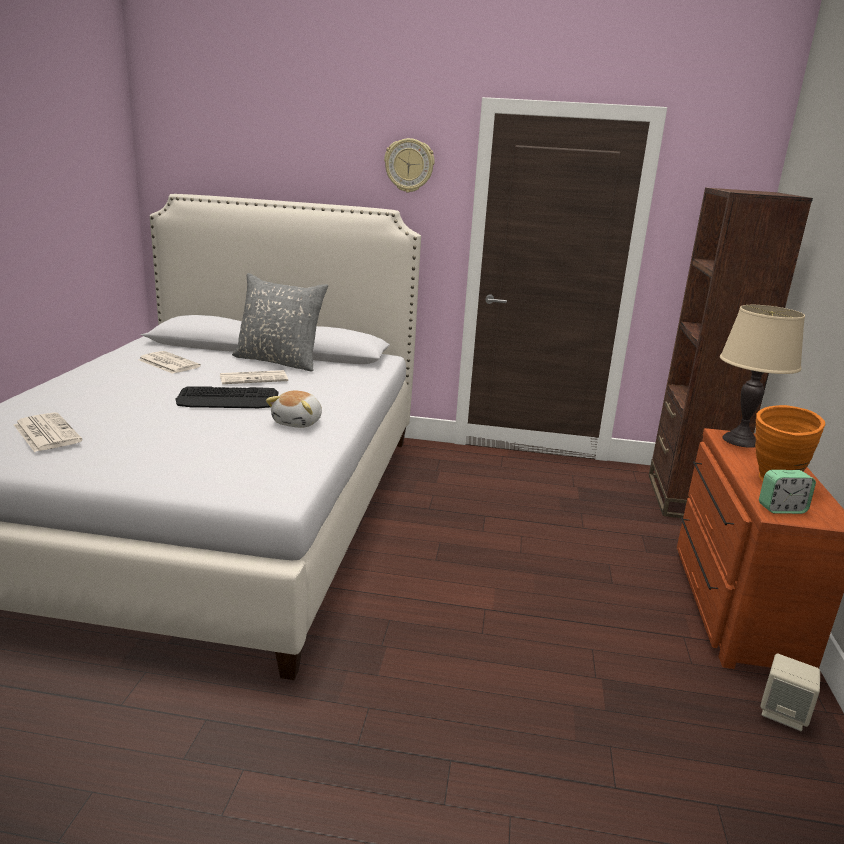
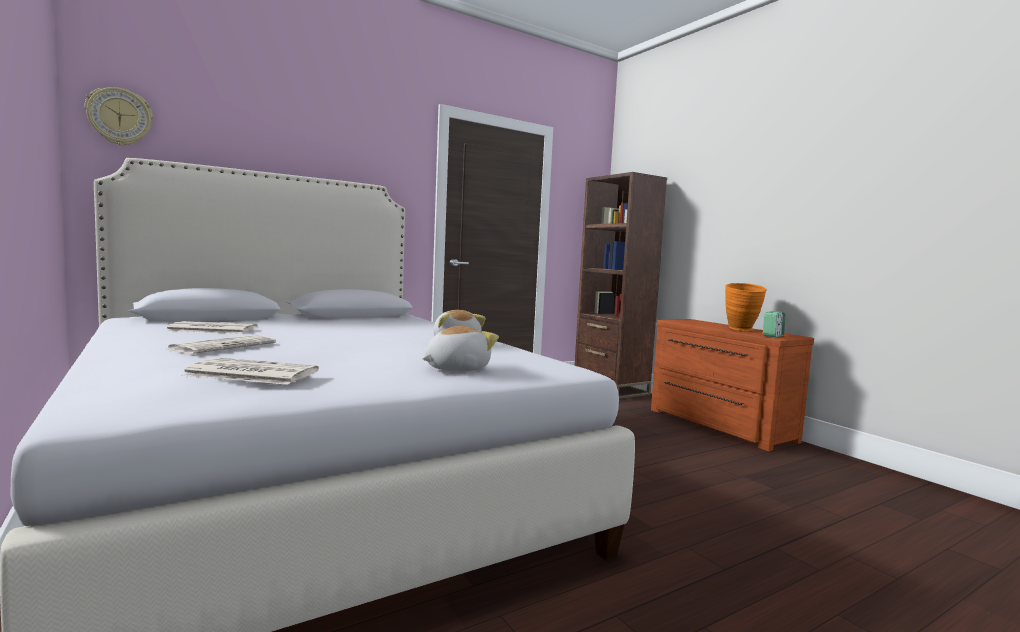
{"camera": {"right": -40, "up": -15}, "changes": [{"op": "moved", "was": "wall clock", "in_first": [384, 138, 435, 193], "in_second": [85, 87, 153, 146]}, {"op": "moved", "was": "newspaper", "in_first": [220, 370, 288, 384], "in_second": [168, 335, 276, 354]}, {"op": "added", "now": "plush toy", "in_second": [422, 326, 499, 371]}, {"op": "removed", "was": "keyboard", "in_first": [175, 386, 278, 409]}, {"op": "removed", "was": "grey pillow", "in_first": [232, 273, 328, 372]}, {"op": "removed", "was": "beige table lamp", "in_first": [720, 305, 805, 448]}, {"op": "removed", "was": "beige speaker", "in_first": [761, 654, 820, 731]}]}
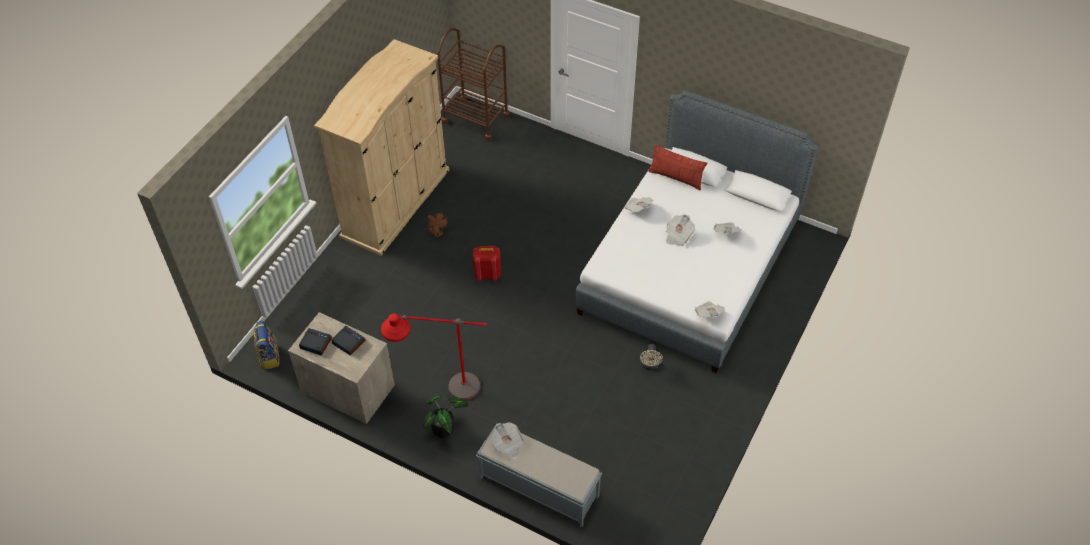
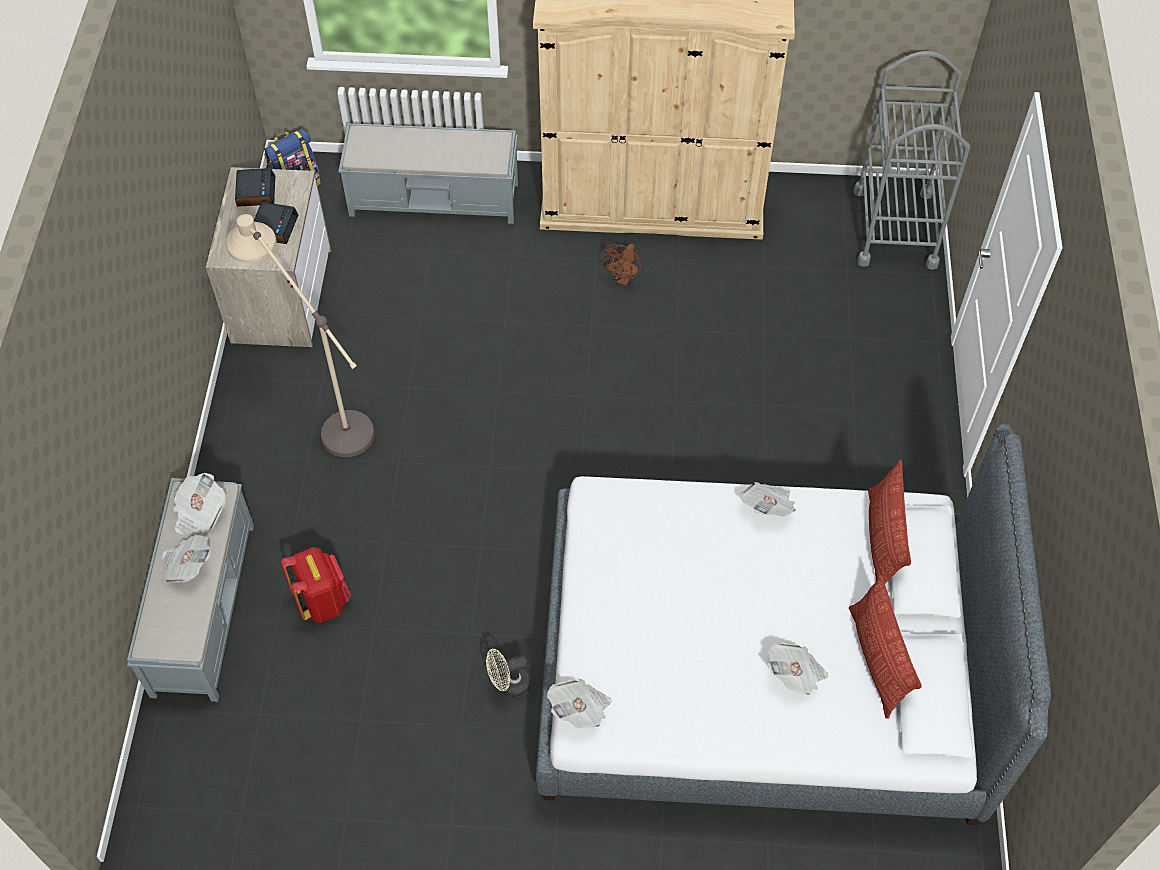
{"camera": {"right": 65, "up": 5}, "changes": [{"op": "moved", "was": "newspaper", "in_first": [666, 215, 695, 246], "in_second": [161, 535, 210, 583]}, {"op": "recoloured", "was": "red floor lamp", "now": "beige floor lamp", "in_first": [381, 313, 487, 400], "in_second": [226, 214, 375, 457]}, {"op": "moved", "was": "red backpack", "in_first": [473, 246, 501, 281], "in_second": [281, 547, 351, 623]}, {"op": "added", "now": "grey bench", "in_second": [338, 123, 518, 224]}, {"op": "added", "now": "pillow", "in_second": [849, 575, 922, 719]}, {"op": "recoloured", "was": "brown cart", "now": "grey cart", "in_first": [437, 28, 510, 141], "in_second": [853, 51, 970, 270]}, {"op": "removed", "was": "potted plant", "in_first": [424, 395, 468, 438]}]}
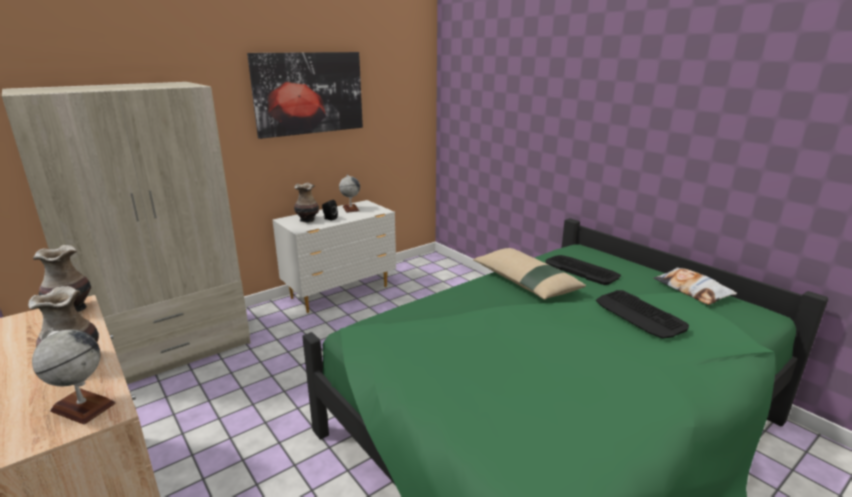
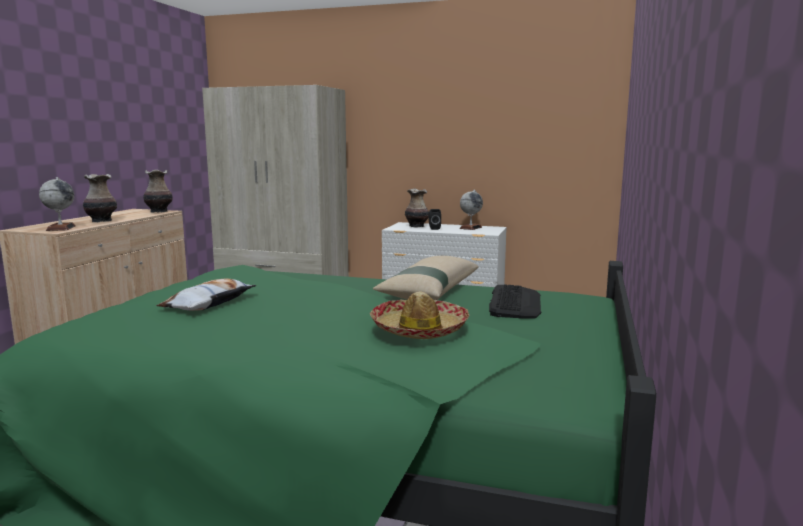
{"camera": {"right": 55, "up": -10}, "changes": [{"op": "moved", "was": "pillow", "in_first": [653, 267, 737, 305], "in_second": [156, 278, 256, 311]}, {"op": "replaced", "was": "keyboard", "now": "hat", "in_first": [596, 290, 689, 339], "in_second": [370, 291, 470, 339]}, {"op": "removed", "was": "picture", "in_first": [247, 52, 363, 139]}]}
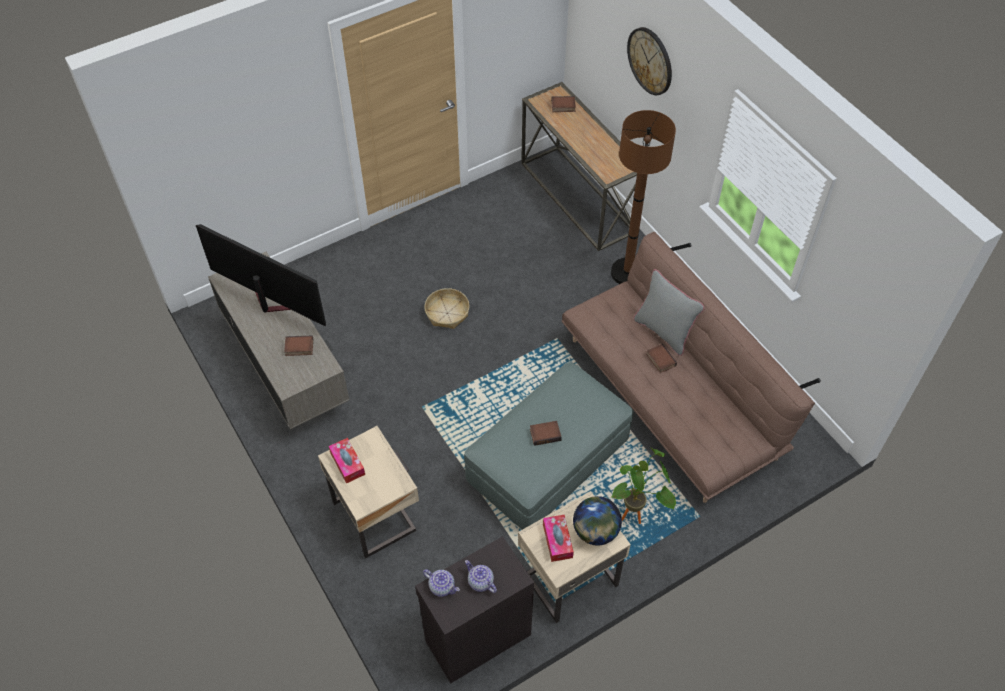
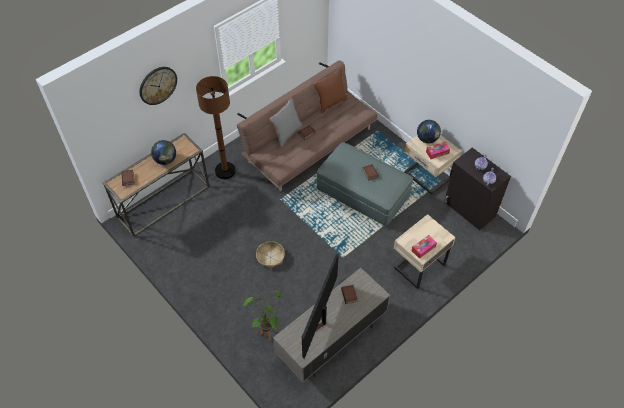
{"camera": {"right": -100, "up": 0}, "changes": [{"op": "added", "now": "globe", "in_second": [151, 140, 176, 165]}, {"op": "moved", "was": "potted plant", "in_first": [612, 448, 676, 524], "in_second": [243, 291, 282, 340]}, {"op": "added", "now": "brown pillow", "in_second": [314, 69, 348, 114]}]}
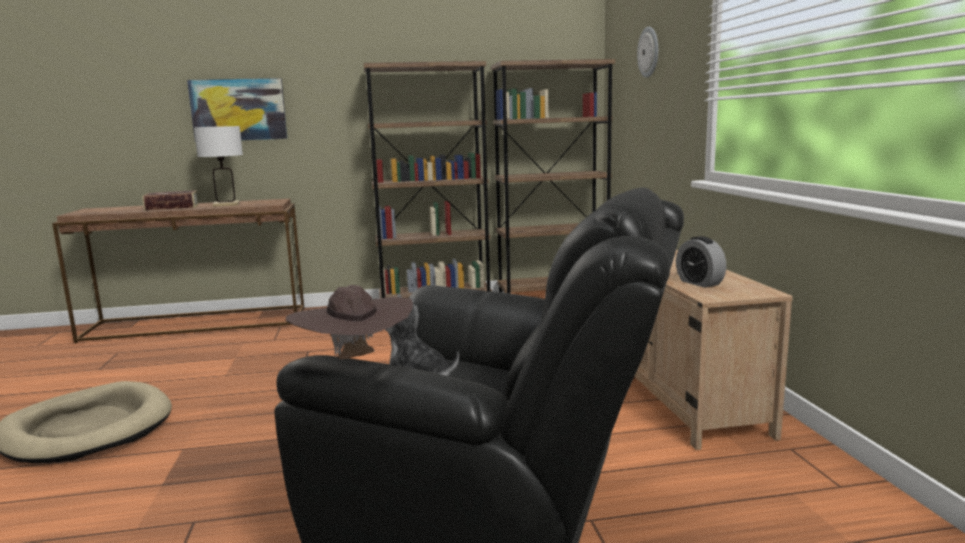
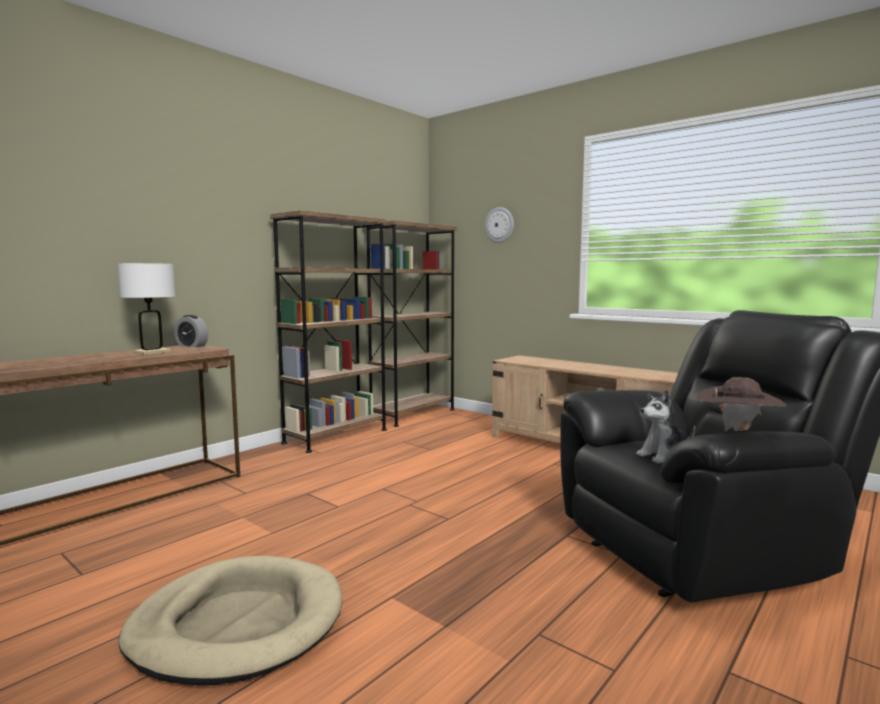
{"camera": {"right": -40, "up": -5}, "changes": [{"op": "moved", "was": "alarm clock", "in_first": [676, 236, 726, 288], "in_second": [174, 315, 208, 347]}, {"op": "removed", "was": "book", "in_first": [142, 190, 199, 211]}, {"op": "removed", "was": "picture", "in_first": [187, 78, 287, 142]}]}
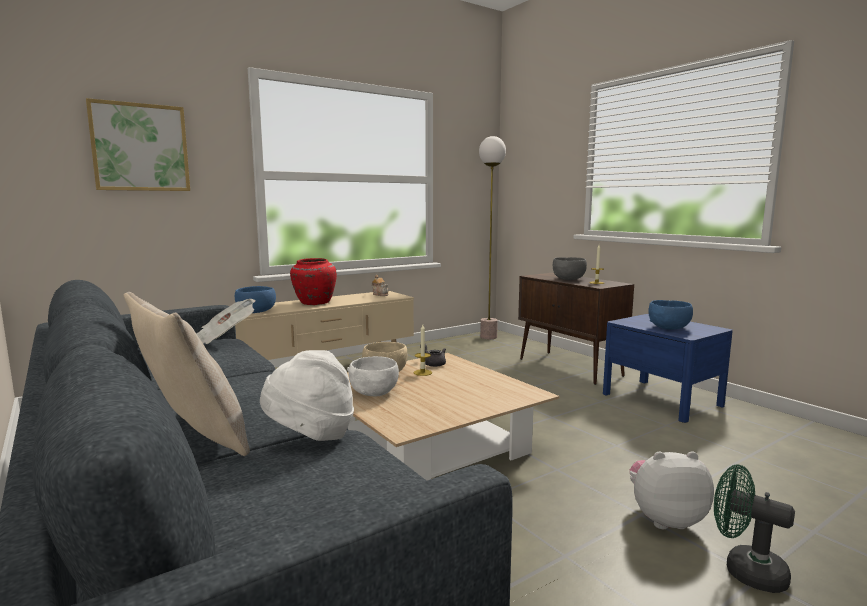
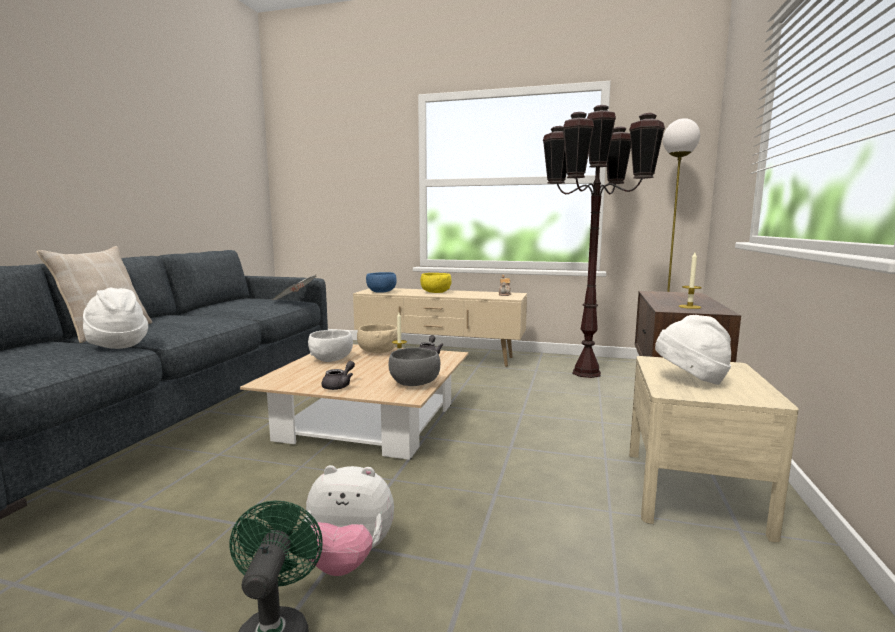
{"camera": {"right": 50, "up": 0}, "changes": [{"op": "turned", "was": "plush toy", "in_first": [630, 451, 714, 529], "in_second": [304, 465, 394, 576], "clockwise": 135}, {"op": "added", "now": "grey teapot", "in_second": [322, 361, 355, 390]}, {"op": "moved", "was": "grey bowl", "in_first": [553, 257, 587, 280], "in_second": [389, 347, 440, 386]}, {"op": "replaced", "was": "red vase", "now": "yellow bowl", "in_first": [290, 258, 337, 305], "in_second": [420, 273, 452, 293]}, {"op": "added", "now": "brown floor lamp", "in_second": [543, 105, 665, 378]}, {"op": "recoloured", "was": "blue nightstand", "now": "beige nightstand", "in_first": [603, 314, 733, 423], "in_second": [629, 356, 799, 542]}, {"op": "replaced", "was": "blue bowl", "now": "white hat", "in_first": [648, 300, 693, 330], "in_second": [655, 315, 731, 385]}, {"op": "removed", "was": "picture", "in_first": [86, 98, 190, 191]}]}
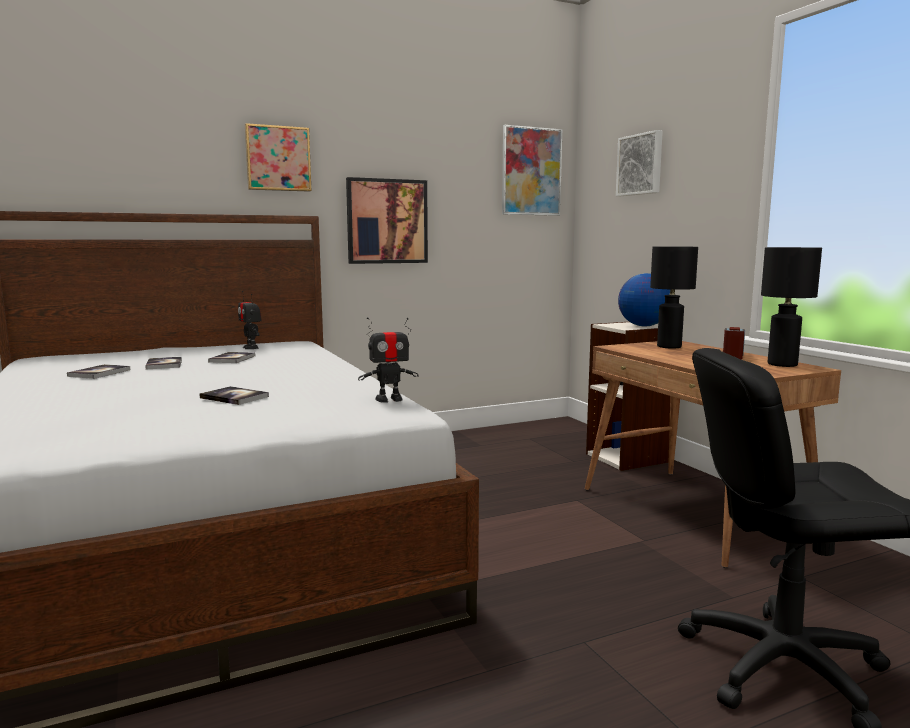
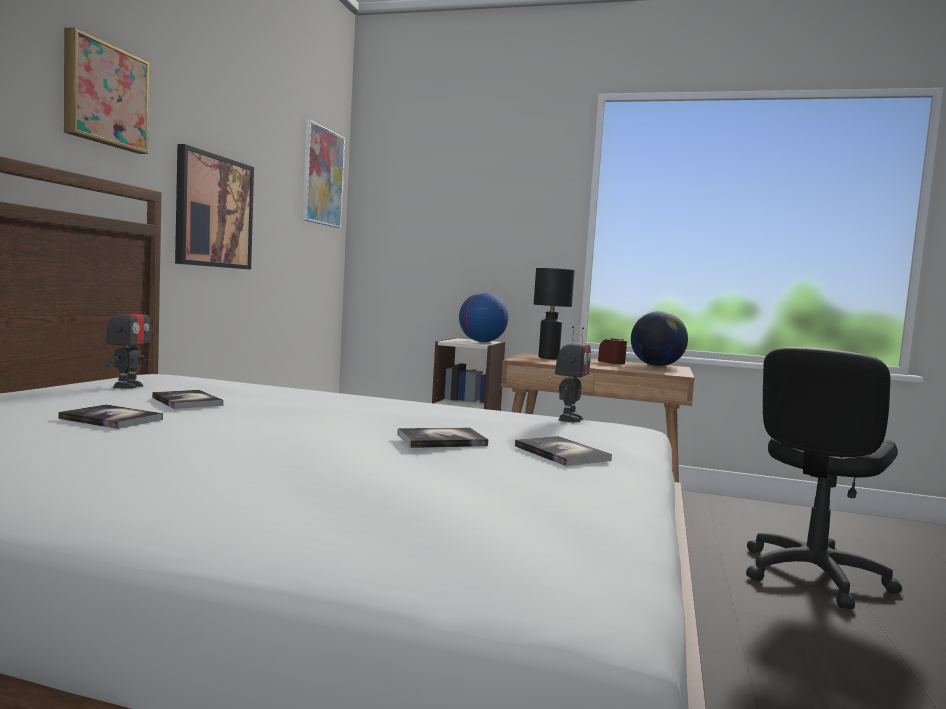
{"camera": {"right": -50, "up": -5}, "changes": [{"op": "turned", "was": "toy robot", "in_first": [238, 291, 262, 349], "in_second": [105, 297, 151, 389], "clockwise": -90}, {"op": "moved", "was": "book", "in_first": [67, 364, 130, 379], "in_second": [515, 436, 612, 466]}, {"op": "replaced", "was": "black table lamp", "now": "globe", "in_first": [761, 247, 822, 367], "in_second": [631, 311, 688, 366]}, {"op": "removed", "was": "picture", "in_first": [616, 130, 663, 196]}]}
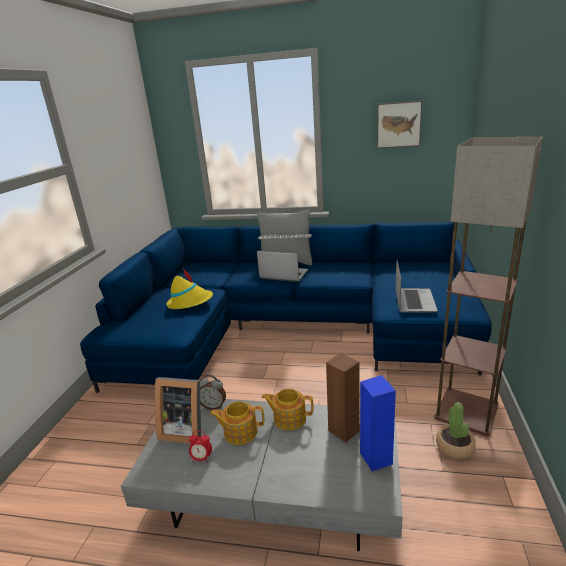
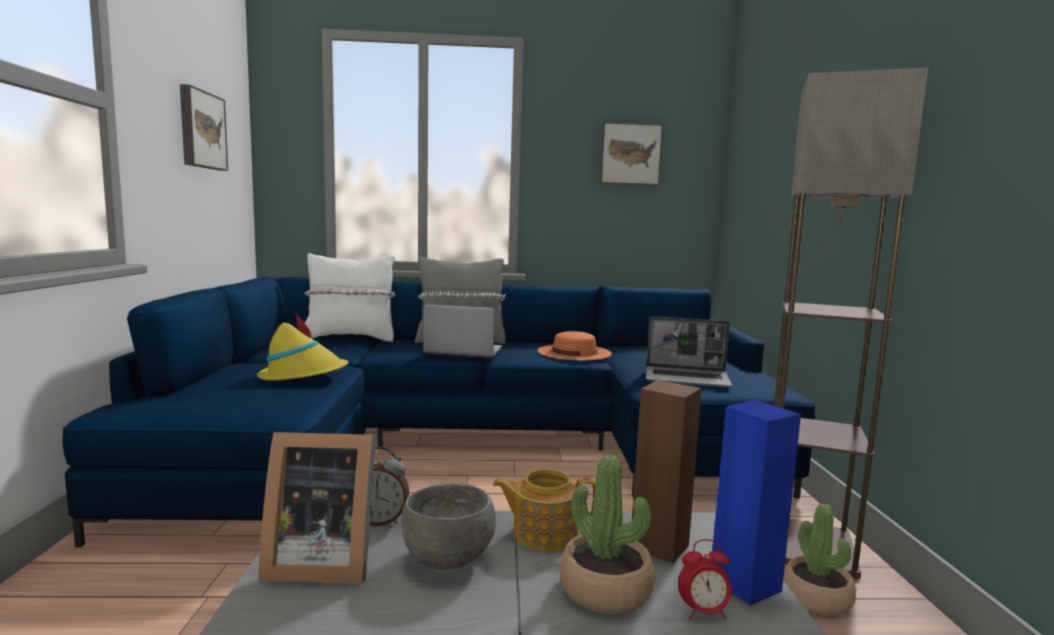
{"camera": {"right": -15, "up": -15}, "changes": [{"op": "added", "now": "picture", "in_second": [180, 84, 228, 171]}, {"op": "added", "now": "white pillow", "in_second": [304, 253, 395, 342]}, {"op": "replaced", "was": "teapot", "now": "grey bowl", "in_first": [210, 401, 264, 445], "in_second": [401, 483, 496, 569]}, {"op": "added", "now": "orange hat", "in_second": [538, 331, 612, 360]}, {"op": "added", "now": "potted plant", "in_second": [560, 455, 655, 614]}, {"op": "turned", "was": "laptop", "in_first": [395, 260, 437, 313], "in_second": [646, 316, 732, 388], "clockwise": 105}, {"op": "moved", "was": "alarm clock", "in_first": [189, 431, 212, 463], "in_second": [678, 539, 732, 619]}]}
